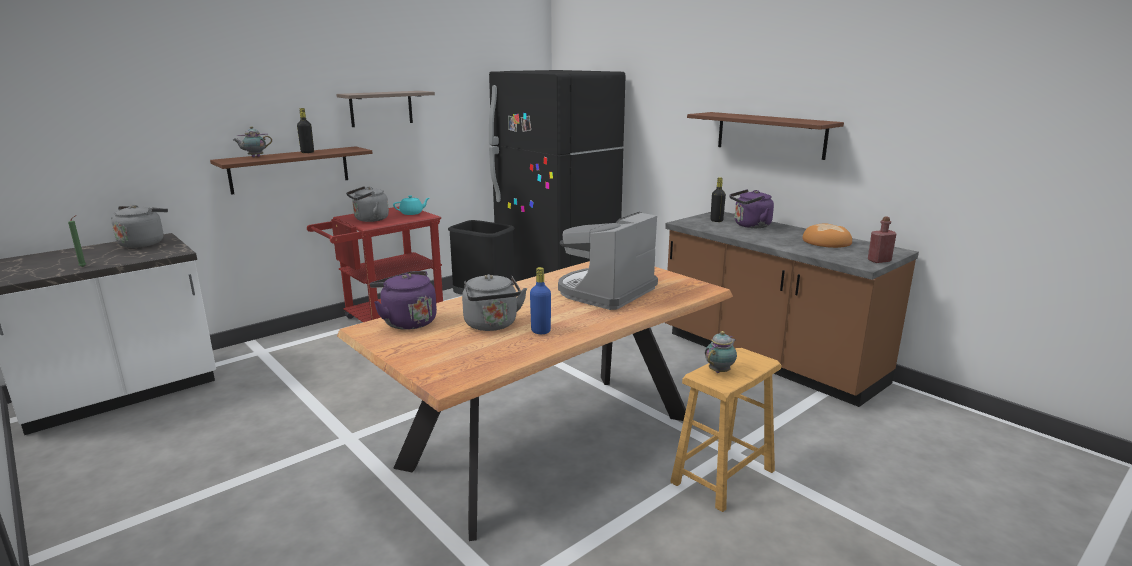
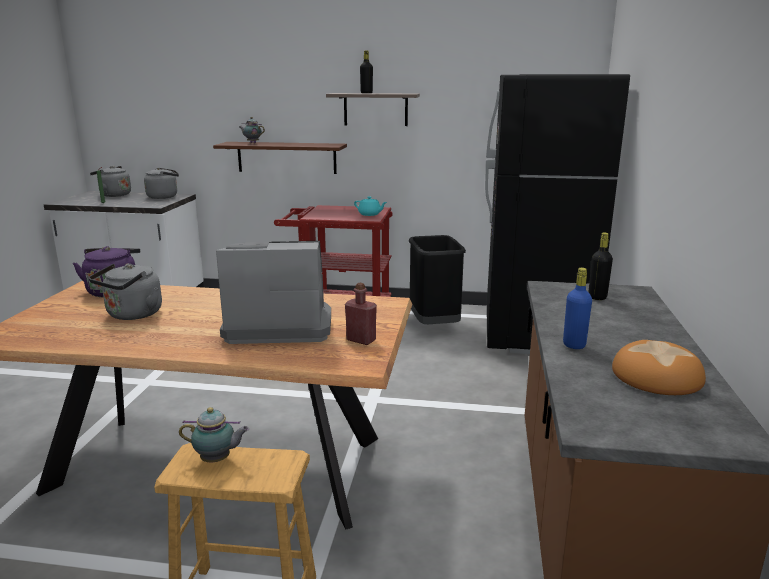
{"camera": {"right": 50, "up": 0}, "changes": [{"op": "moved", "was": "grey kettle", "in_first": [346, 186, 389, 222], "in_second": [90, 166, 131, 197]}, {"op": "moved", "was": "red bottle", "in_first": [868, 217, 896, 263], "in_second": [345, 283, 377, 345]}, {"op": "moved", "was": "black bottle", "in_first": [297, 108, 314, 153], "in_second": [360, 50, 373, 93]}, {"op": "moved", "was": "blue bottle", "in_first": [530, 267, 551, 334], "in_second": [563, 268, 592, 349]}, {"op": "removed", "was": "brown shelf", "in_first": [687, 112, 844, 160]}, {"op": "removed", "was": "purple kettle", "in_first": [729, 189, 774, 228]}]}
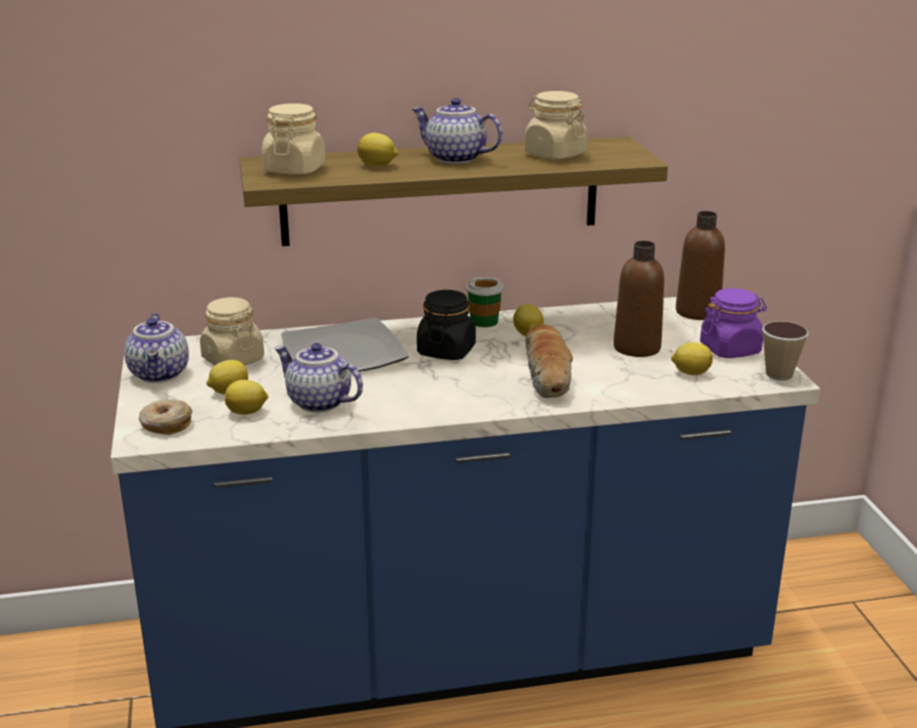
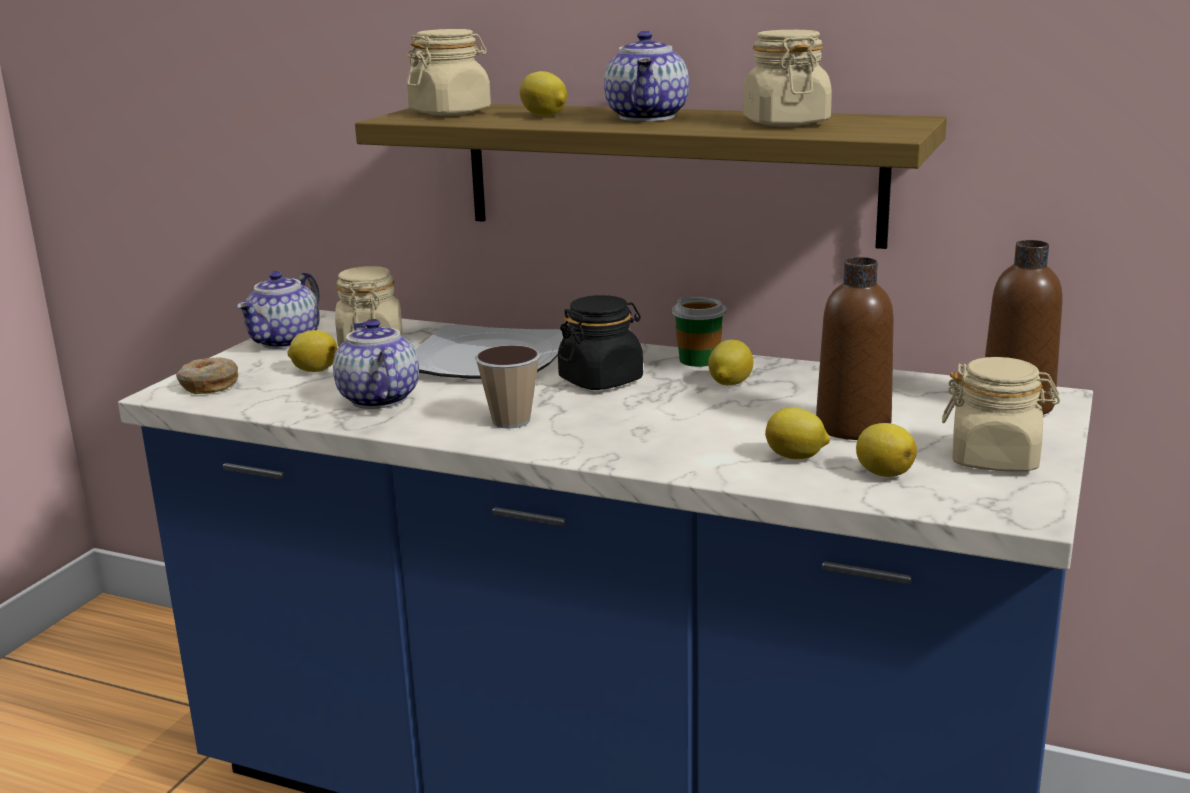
{"camera": {"right": 35, "up": -5}, "changes": [{"op": "moved", "was": "cup", "in_first": [762, 321, 809, 380], "in_second": [475, 345, 540, 429]}, {"op": "turned", "was": "teapot", "in_first": [412, 98, 502, 164], "in_second": [604, 31, 689, 121], "clockwise": -150}, {"op": "moved", "was": "lemon", "in_first": [225, 380, 268, 415], "in_second": [765, 407, 830, 459]}, {"op": "recoloured", "was": "purple jar", "now": "beige jar", "in_first": [700, 288, 767, 358], "in_second": [942, 357, 1060, 472]}, {"op": "removed", "was": "bread", "in_first": [525, 324, 573, 398]}]}
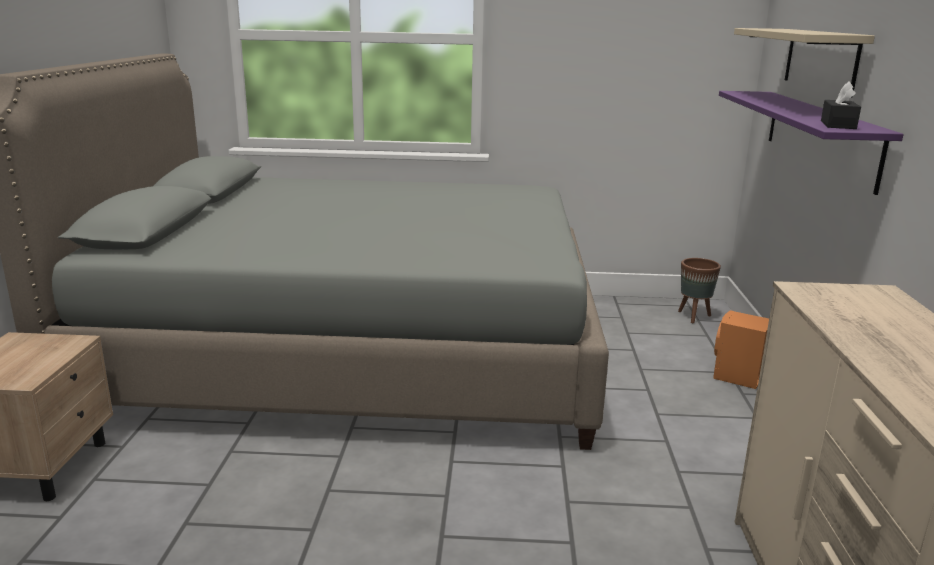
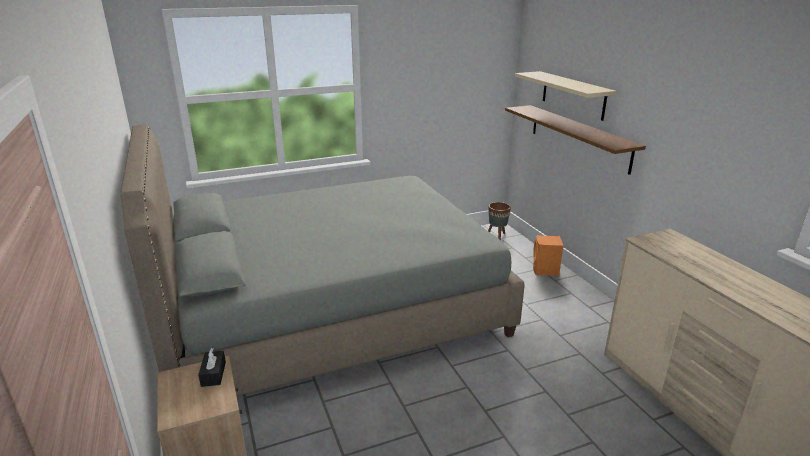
{"camera": {"right": -25, "up": 5}, "changes": [{"op": "moved", "was": "black tissue box", "in_first": [821, 81, 861, 129], "in_second": [198, 348, 226, 387]}, {"op": "recoloured", "was": "purple shelf", "now": "brown shelf", "in_first": [719, 91, 904, 195], "in_second": [505, 105, 646, 175]}]}
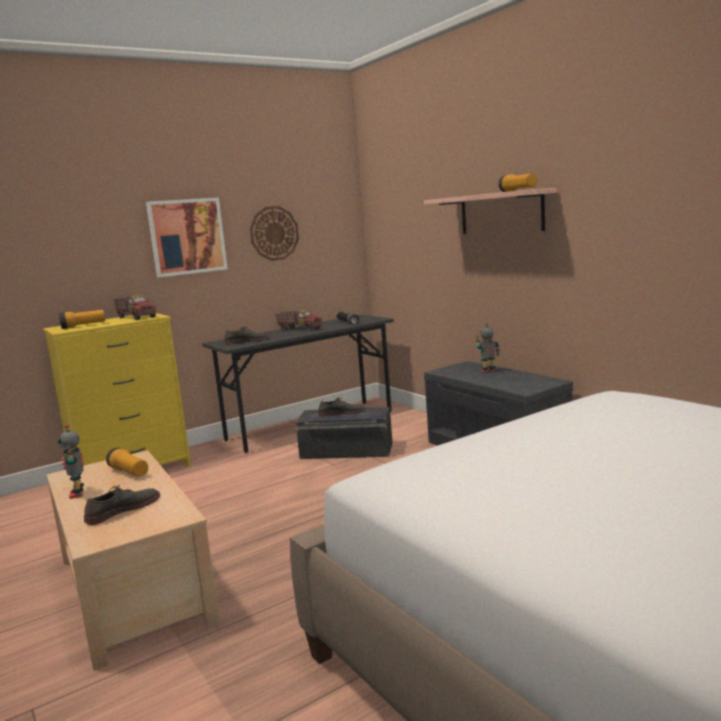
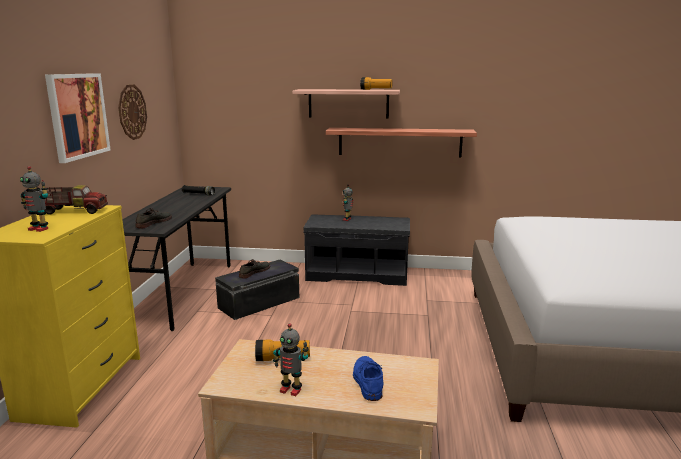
{"camera": {"right": -50, "up": 5}, "changes": [{"op": "replaced", "was": "flashlight", "now": "toy robot", "in_first": [59, 310, 105, 329], "in_second": [20, 166, 48, 232]}, {"op": "added", "now": "shelf", "in_second": [326, 128, 477, 157]}, {"op": "recoloured", "was": "grey shoe", "now": "blue shoe", "in_first": [84, 485, 160, 525], "in_second": [353, 356, 383, 401]}, {"op": "removed", "was": "toy truck", "in_first": [275, 310, 323, 331]}]}
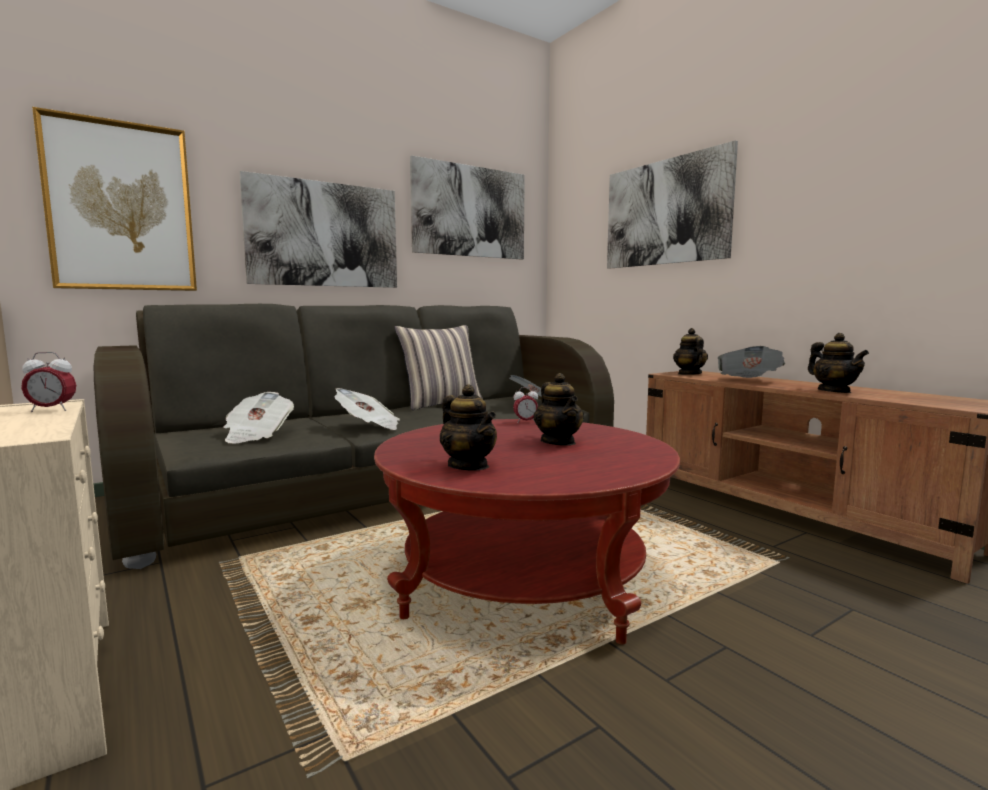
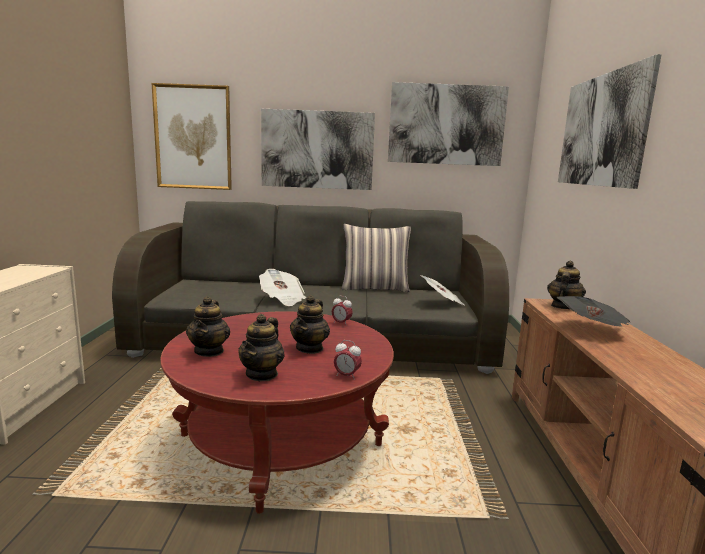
{"camera": {"right": 35, "up": 5}, "changes": [{"op": "moved", "was": "teapot", "in_first": [808, 333, 869, 393], "in_second": [238, 314, 285, 381]}, {"op": "moved", "was": "alarm clock", "in_first": [21, 352, 76, 412], "in_second": [334, 340, 362, 380]}, {"op": "removed", "was": "newspaper", "in_first": [224, 392, 294, 443]}]}
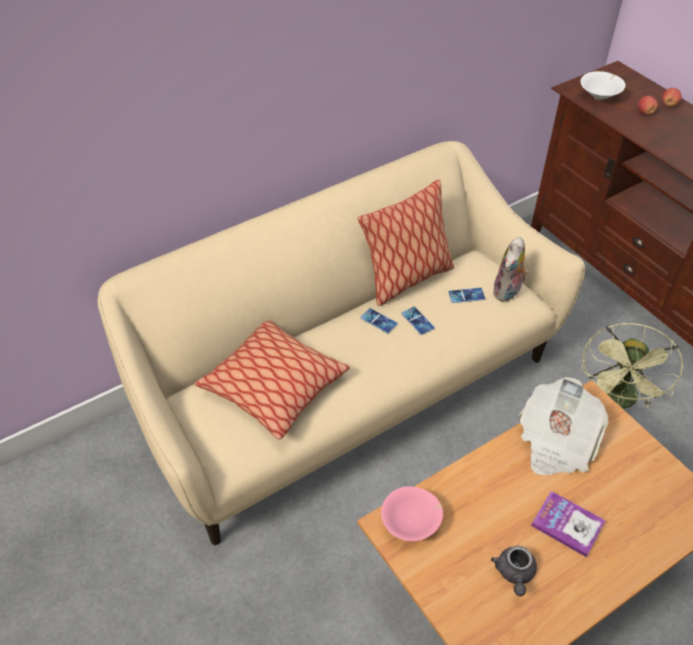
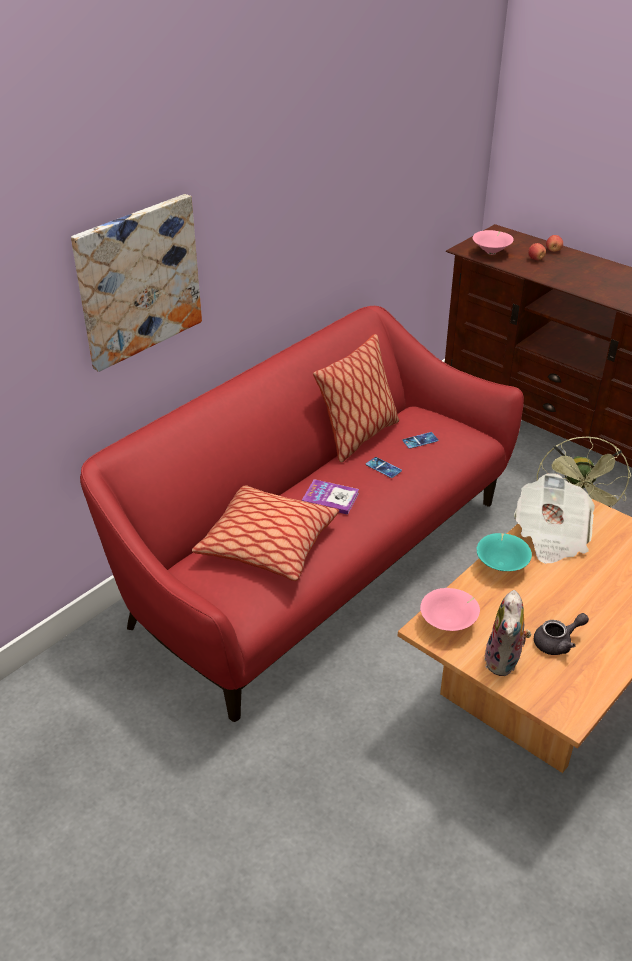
{"camera": {"right": -15, "up": -10}, "changes": [{"op": "added", "now": "picture", "in_second": [71, 194, 202, 372]}, {"op": "recoloured", "was": "beige sofa", "now": "red sofa", "in_first": [97, 141, 585, 545], "in_second": [80, 306, 524, 722]}, {"op": "moved", "was": "book", "in_first": [531, 491, 606, 557], "in_second": [301, 479, 359, 515]}, {"op": "recoloured", "was": "white bowl", "now": "pink bowl", "in_first": [580, 71, 625, 100], "in_second": [473, 230, 513, 255]}, {"op": "added", "now": "turquoise bowl", "in_second": [476, 533, 532, 571]}, {"op": "moved", "was": "plush toy", "in_first": [493, 237, 529, 302], "in_second": [484, 590, 532, 676]}, {"op": "turned", "was": "grey teapot", "in_first": [491, 546, 537, 596], "in_second": [534, 613, 589, 655], "clockwise": -105}, {"op": "removed", "was": "phone", "in_first": [360, 308, 398, 333]}]}
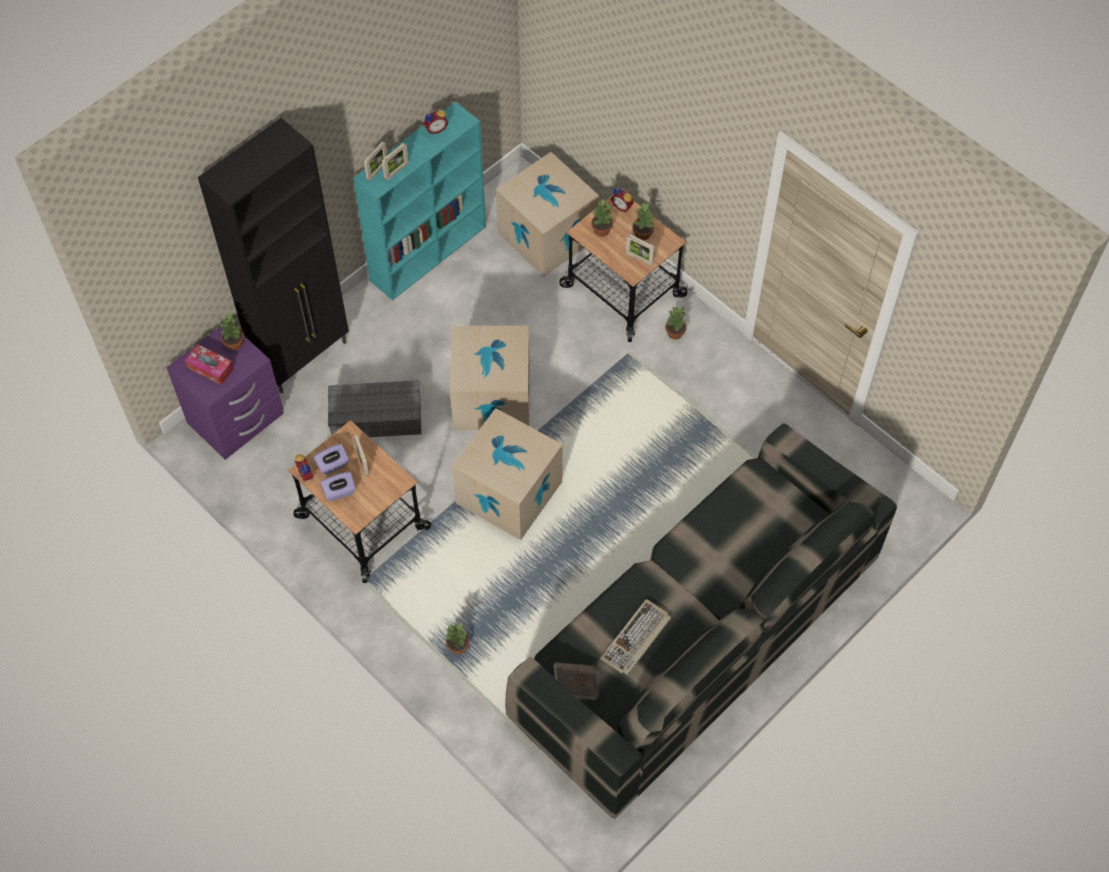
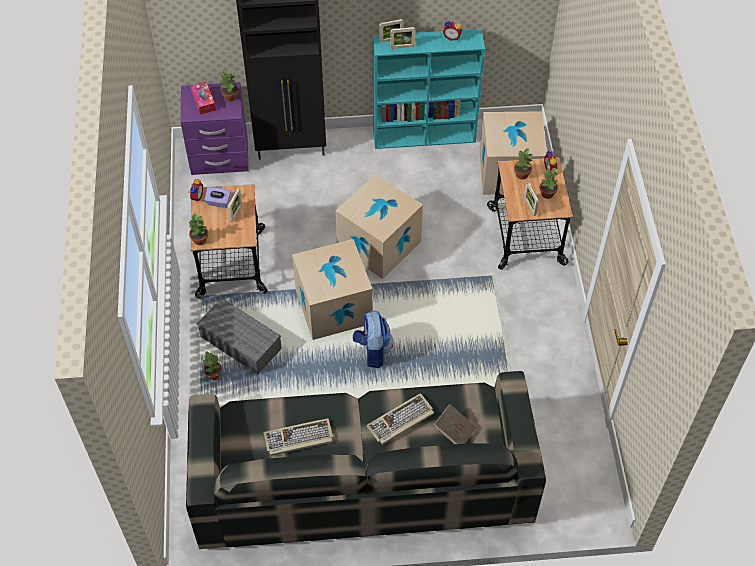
{"camera": {"right": 40, "up": -5}, "changes": [{"op": "moved", "was": "potted plant", "in_first": [665, 306, 687, 340], "in_second": [189, 213, 208, 245]}, {"op": "moved", "was": "grey storage box", "in_first": [328, 380, 422, 437], "in_second": [197, 298, 282, 374]}, {"op": "added", "now": "backpack", "in_second": [353, 310, 393, 368]}, {"op": "added", "now": "keyboard", "in_second": [366, 393, 434, 445]}, {"op": "moved", "was": "brown book", "in_first": [553, 662, 599, 700], "in_second": [433, 404, 477, 444]}, {"op": "removed", "was": "purple tissue box", "in_first": [320, 472, 356, 501]}]}
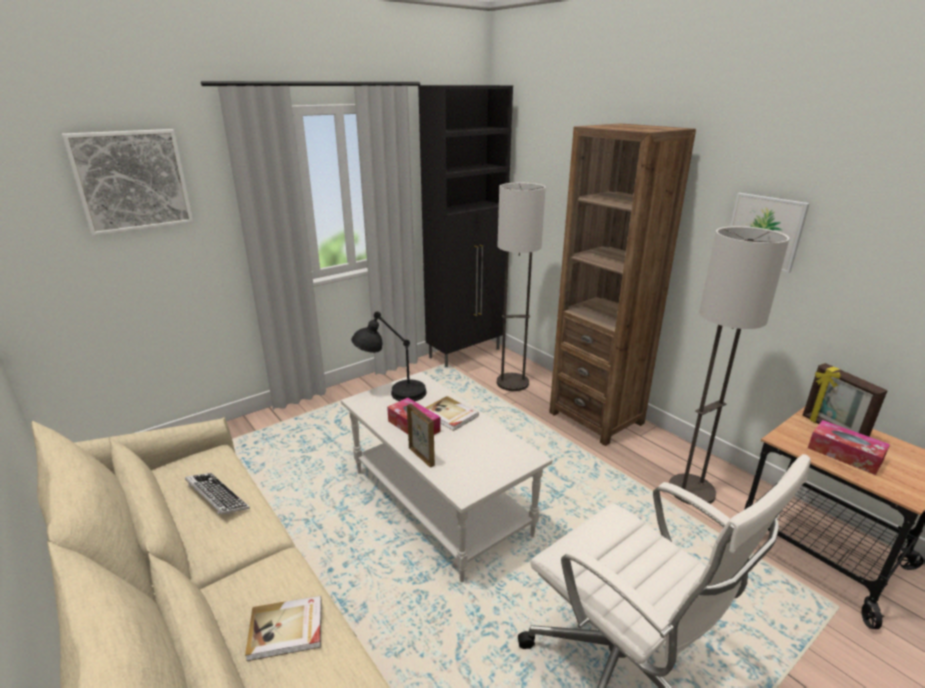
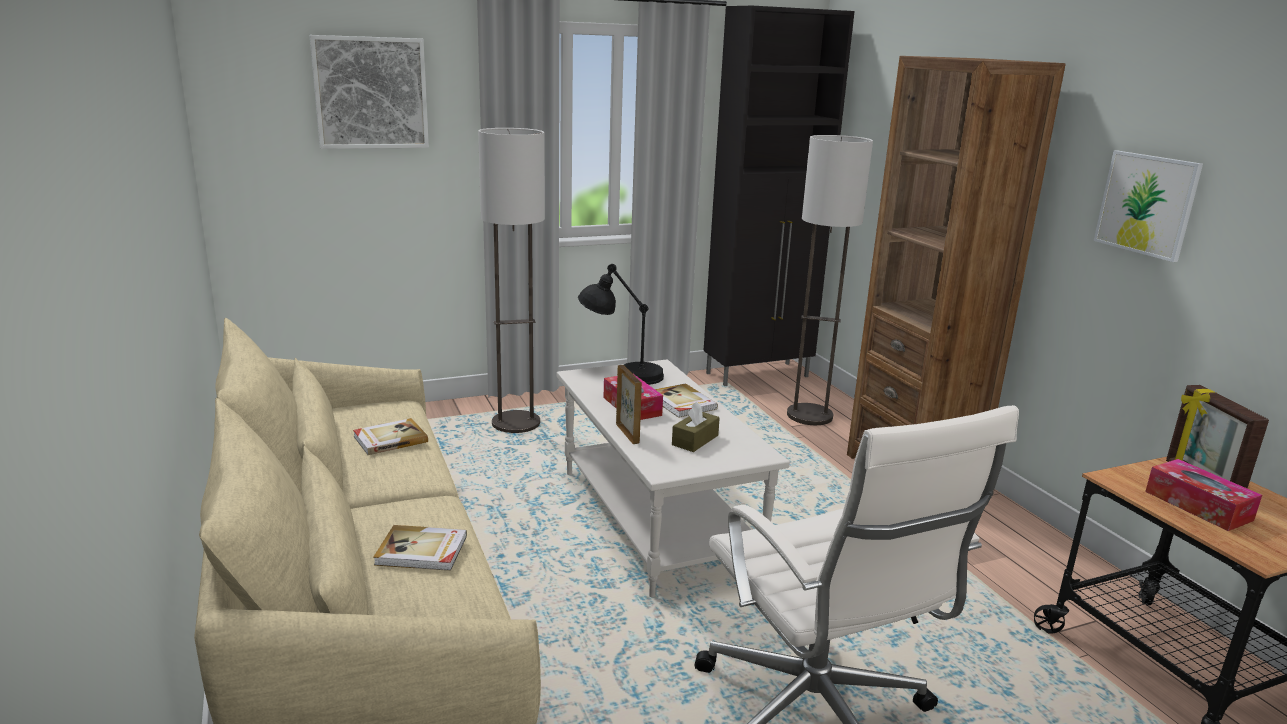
{"camera": {"right": 15, "up": -5}, "changes": [{"op": "replaced", "was": "keyboard", "now": "book", "in_first": [185, 473, 250, 515], "in_second": [353, 418, 428, 455]}, {"op": "moved", "was": "floor lamp", "in_first": [669, 226, 790, 505], "in_second": [478, 128, 545, 433]}, {"op": "added", "now": "brown tissue box", "in_second": [672, 401, 720, 452]}]}
